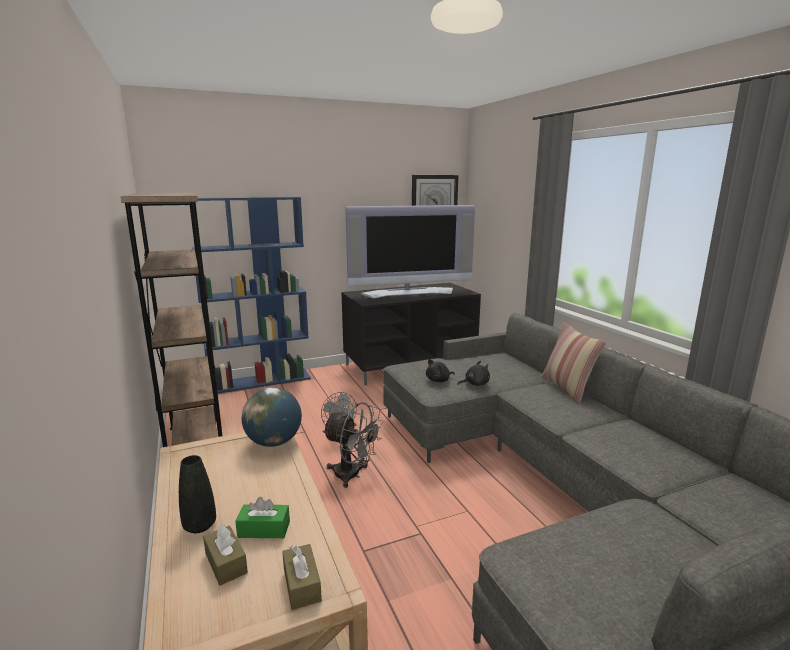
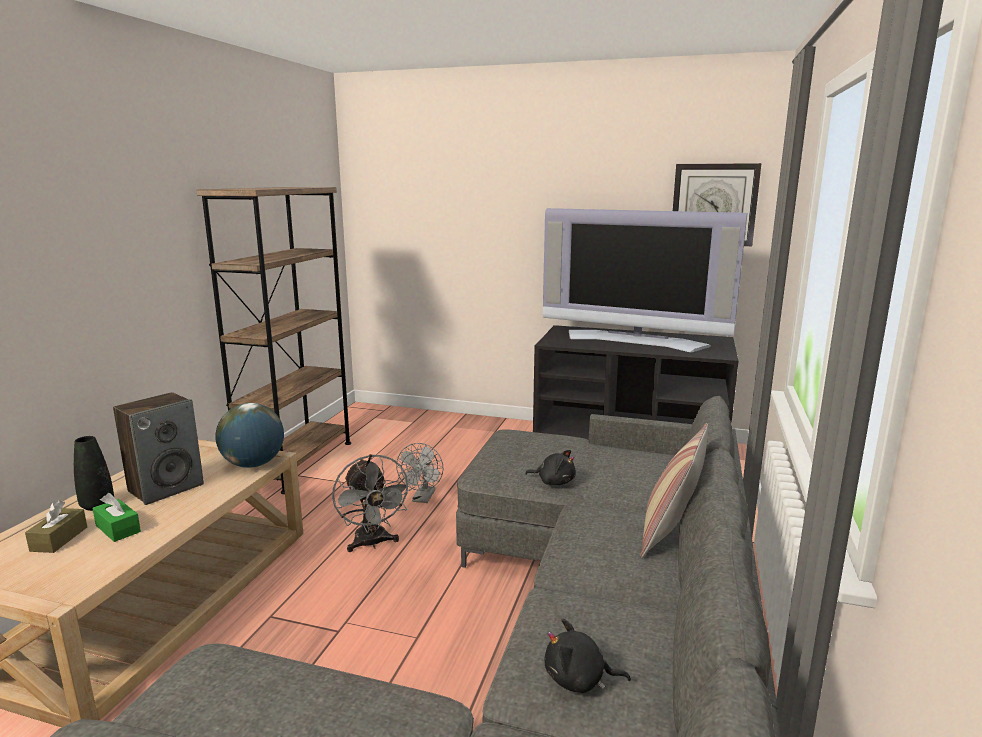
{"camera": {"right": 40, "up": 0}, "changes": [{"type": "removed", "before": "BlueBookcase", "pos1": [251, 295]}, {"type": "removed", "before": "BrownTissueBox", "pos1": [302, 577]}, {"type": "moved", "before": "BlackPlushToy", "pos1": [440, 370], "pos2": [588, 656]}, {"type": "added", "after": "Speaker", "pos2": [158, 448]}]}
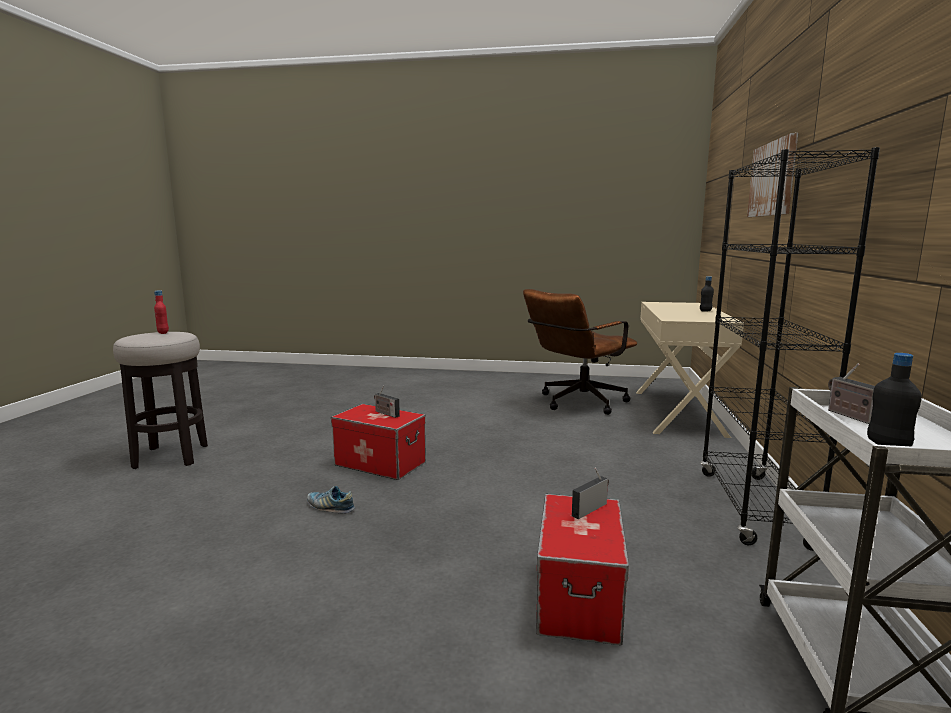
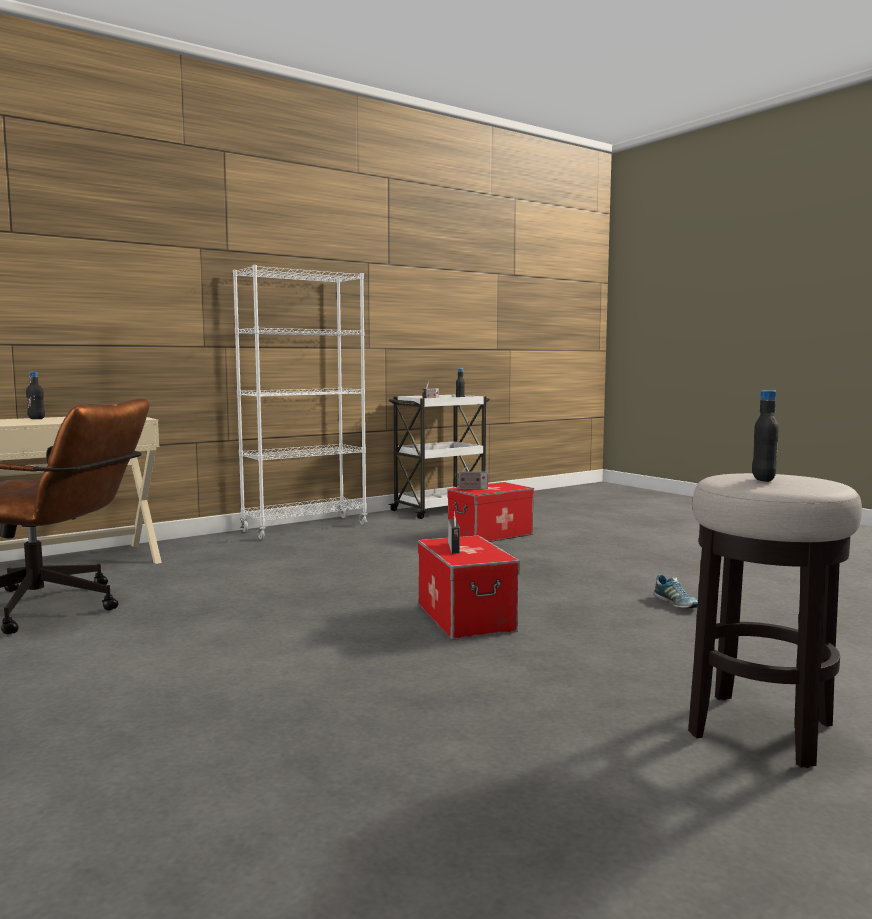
{"camera": {"right": -135, "up": -5}, "changes": [{"type": "recoloured", "before": "RedBottle", "after": "BlackBottle", "pos1": [161, 312], "pos2": [765, 436]}, {"type": "moved", "before": "Shoe", "pos1": [331, 500], "pos2": [675, 591]}, {"type": "recoloured", "before": "BlackBookcase", "after": "WhiteBookcase", "pos1": [790, 349], "pos2": [300, 402]}, {"type": "removed", "before": "Picture", "pos1": [772, 175]}]}
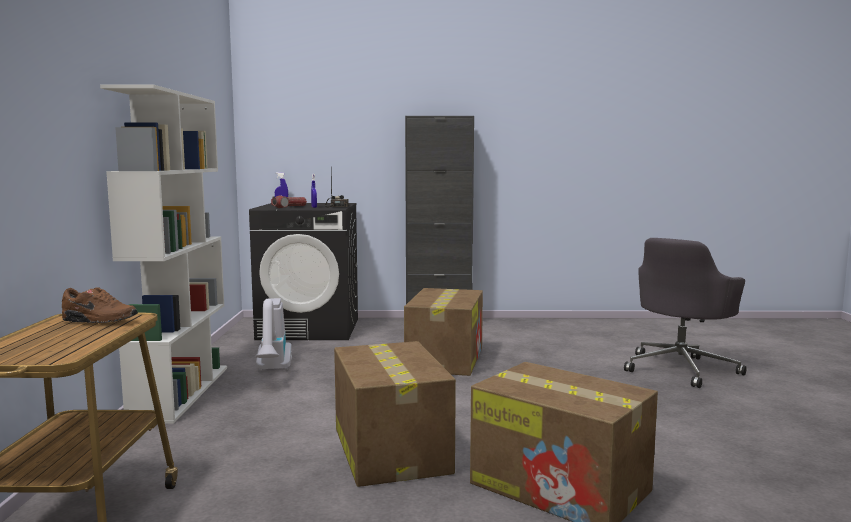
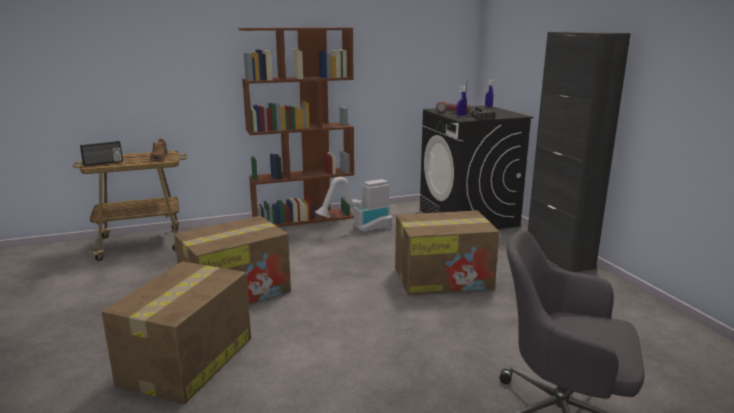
{"camera": {"right": 70, "up": 10}, "changes": [{"type": "recoloured", "before": "WhiteBookcase", "after": "BrownBookcase", "pos1": [163, 254], "pos2": [296, 127]}, {"type": "added", "after": "Radio", "pos2": [101, 153]}]}
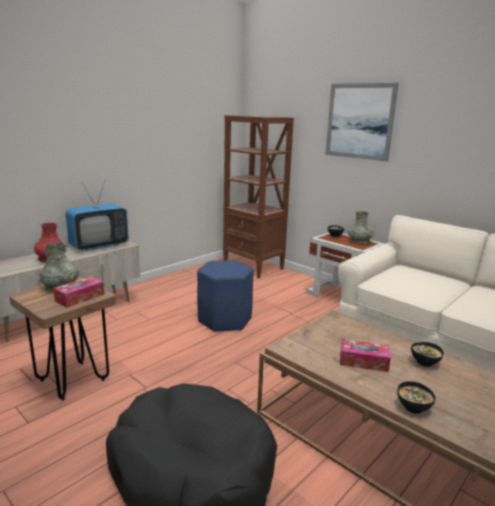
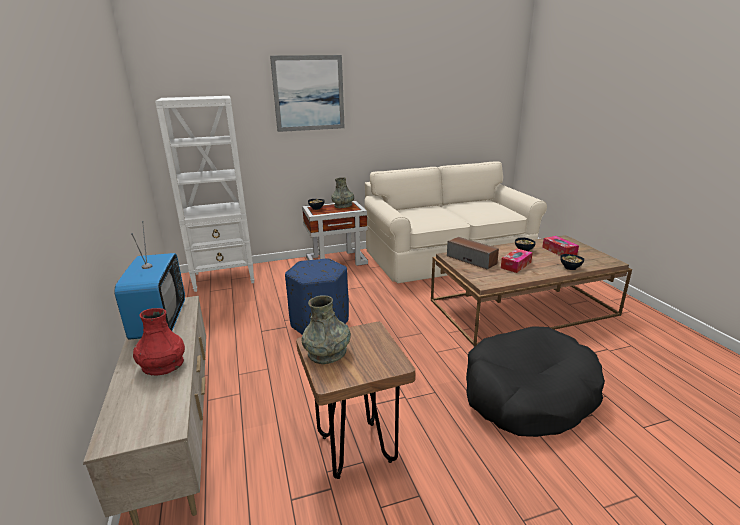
{"camera": {"right": -60, "up": 5}, "changes": [{"type": "moved", "before": "TissueBox", "pos1": [78, 292], "pos2": [560, 246]}, {"type": "recoloured", "before": "BrownBookcase", "after": "WhiteBookcase", "pos1": [258, 196], "pos2": [204, 194]}, {"type": "added", "after": "Speaker", "pos2": [473, 253]}]}
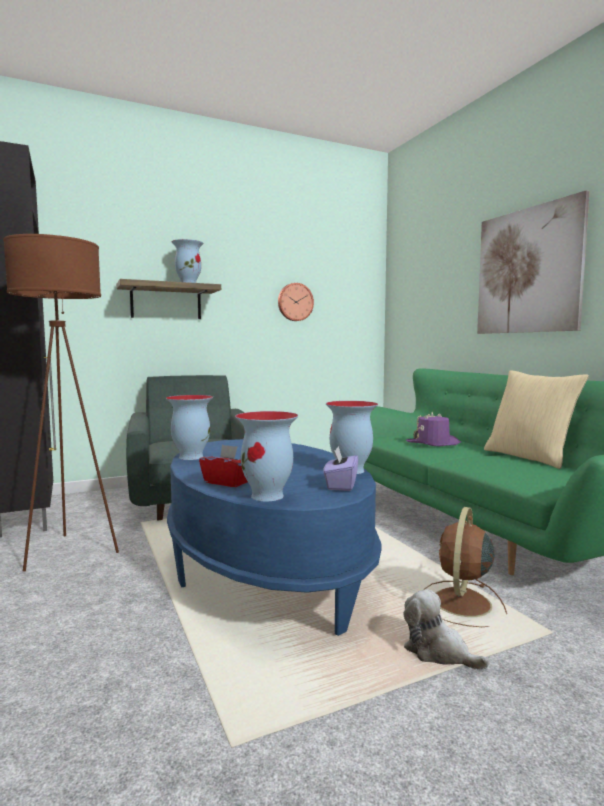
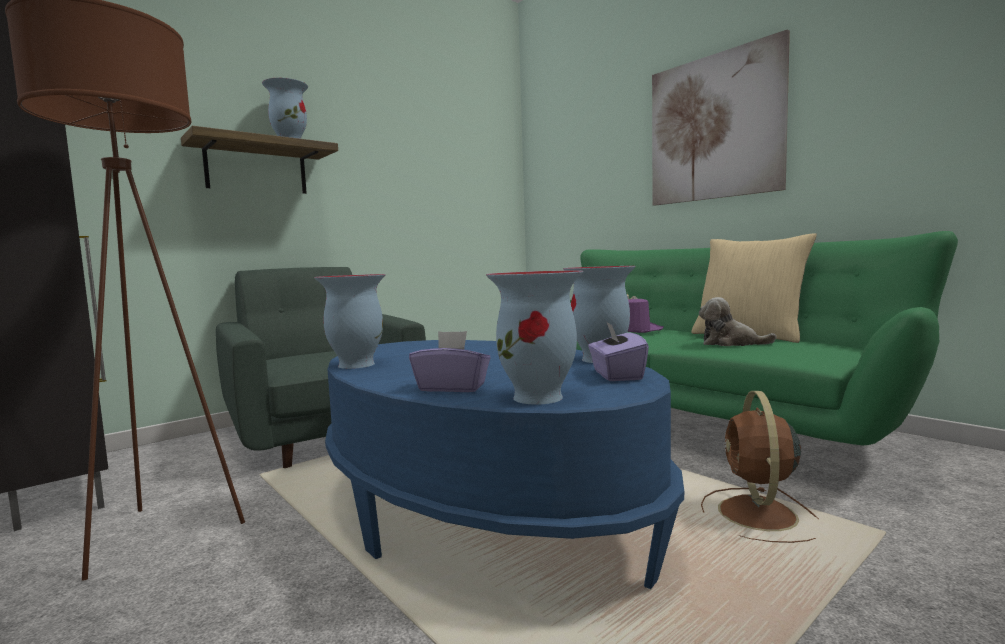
{"camera": {"right": -15, "up": 0}, "changes": [{"type": "recoloured", "before": "RedTissueBox", "after": "PurpleTissueBox", "pos1": [223, 466], "pos2": [450, 361]}, {"type": "removed", "before": "WallClock", "pos1": [296, 302]}, {"type": "moved", "before": "PlushToy", "pos1": [447, 629], "pos2": [738, 321]}]}
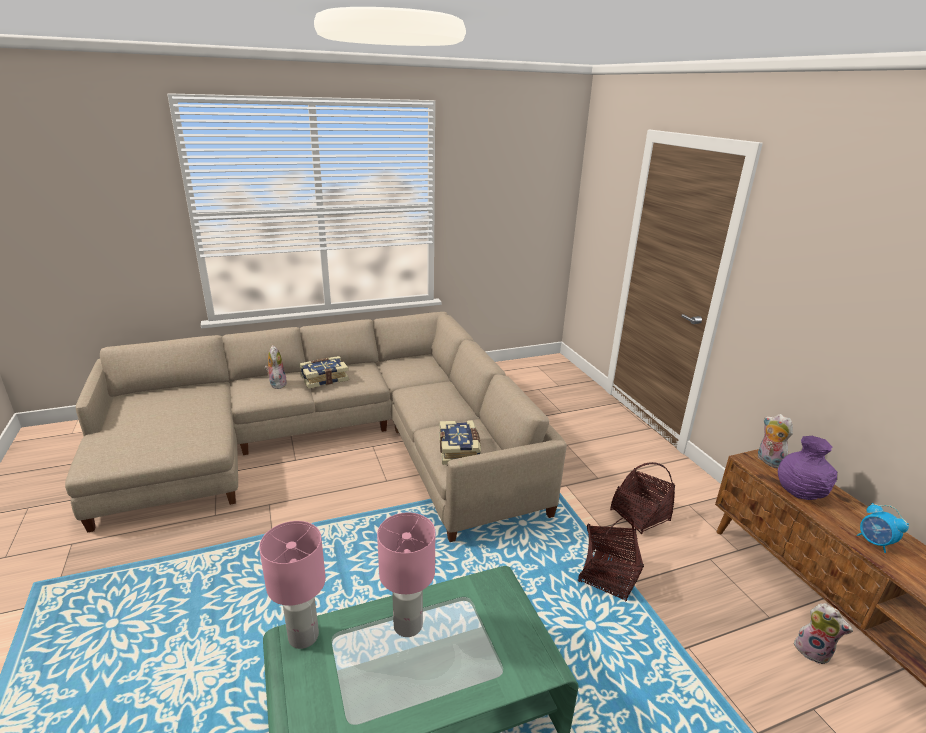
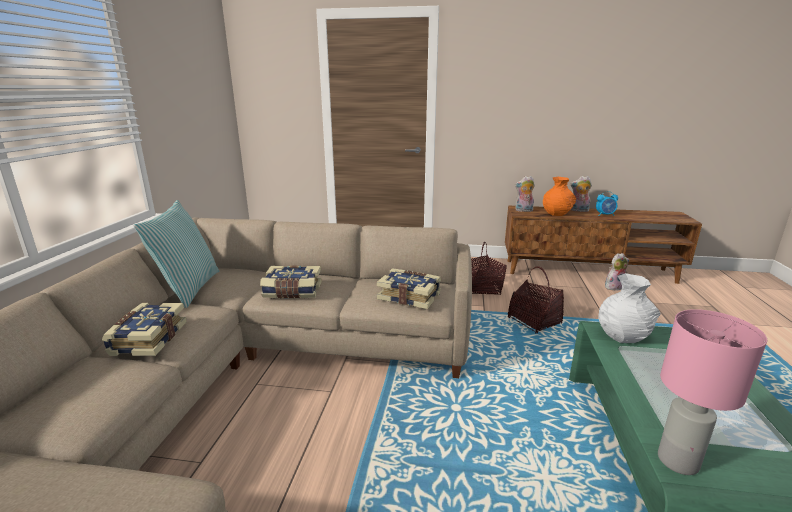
{"camera": {"right": -60, "up": -5}, "changes": [{"type": "moved", "before": "PlushToy", "pos1": [276, 367], "pos2": [581, 194]}, {"type": "removed", "before": "PinkTableLamp", "pos1": [406, 575]}, {"type": "recoloured", "before": "PurpleVase", "after": "OrangeVase", "pos1": [808, 468], "pos2": [559, 196]}, {"type": "added", "after": "Pillow", "pos2": [176, 254]}, {"type": "added", "after": "Book", "pos2": [291, 281]}, {"type": "added", "after": "WhiteVase", "pos2": [629, 308]}]}
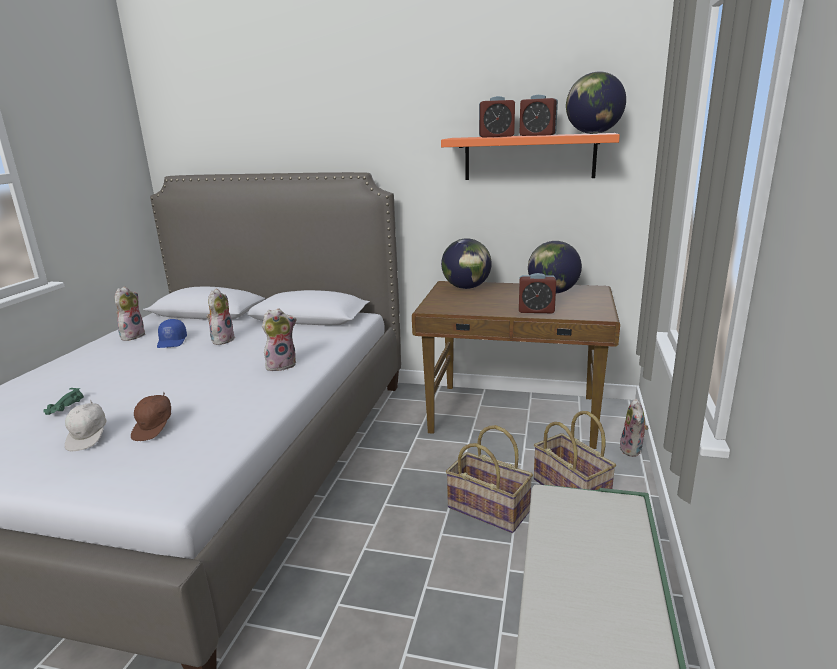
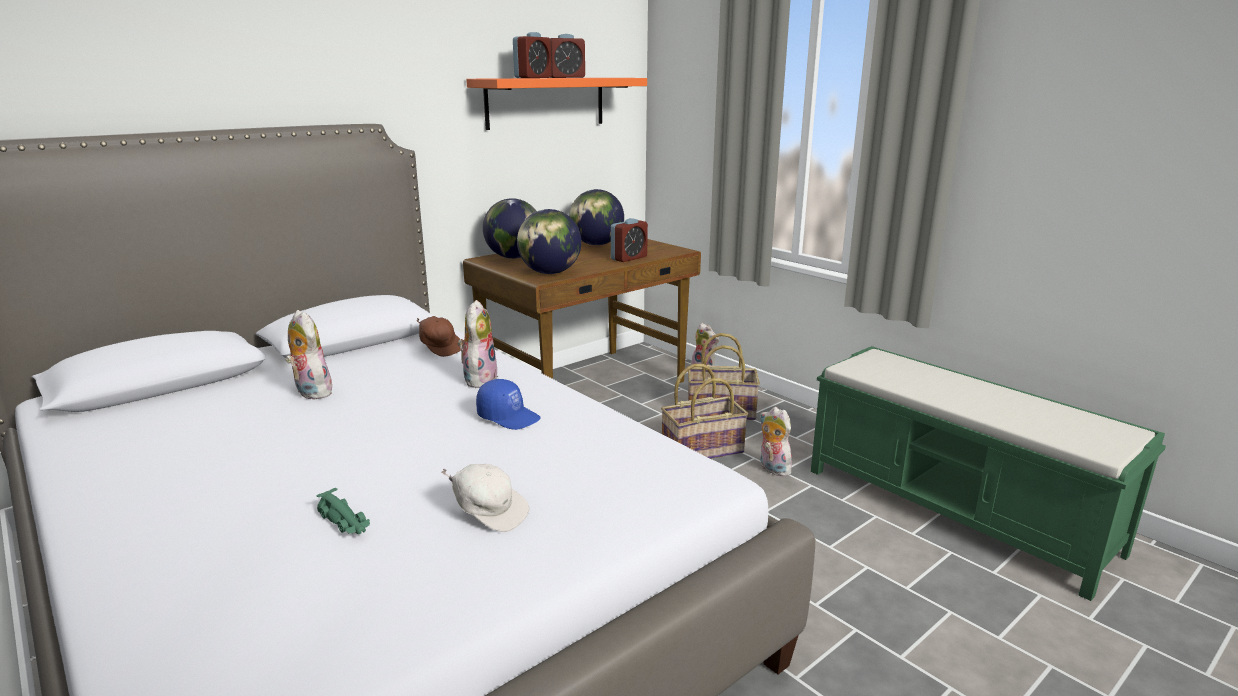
{"camera": {"right": -55, "up": 0}, "changes": [{"type": "moved", "before": "PlushToy", "pos1": [130, 313], "pos2": [776, 442]}, {"type": "moved", "before": "BrownCap", "pos1": [151, 416], "pos2": [438, 336]}, {"type": "moved", "before": "BlueCap", "pos1": [172, 333], "pos2": [508, 404]}, {"type": "moved", "before": "Globe", "pos1": [596, 102], "pos2": [549, 241]}]}
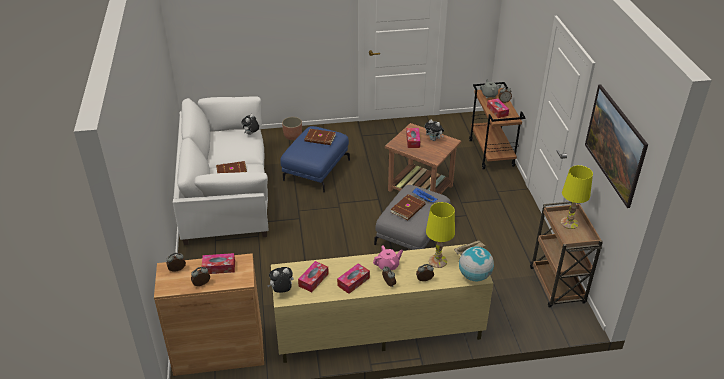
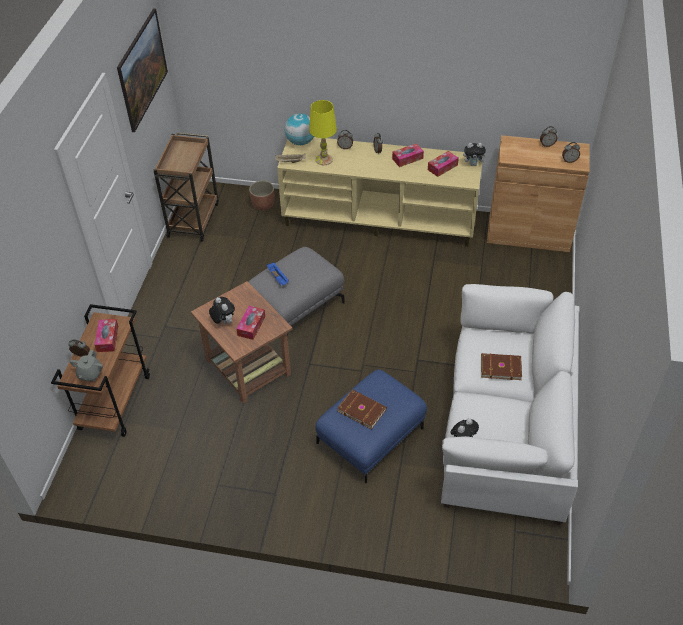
{"camera": {"right": -160, "up": 10}, "changes": [{"type": "removed", "before": "TissueBox", "pos1": [218, 263]}, {"type": "moved", "before": "Planter", "pos1": [292, 128], "pos2": [261, 195]}, {"type": "removed", "before": "PinkTeapot", "pos1": [388, 258]}, {"type": "removed", "before": "BrownBook", "pos1": [408, 207]}, {"type": "removed", "before": "YellowTableLamp", "pos1": [577, 197]}]}
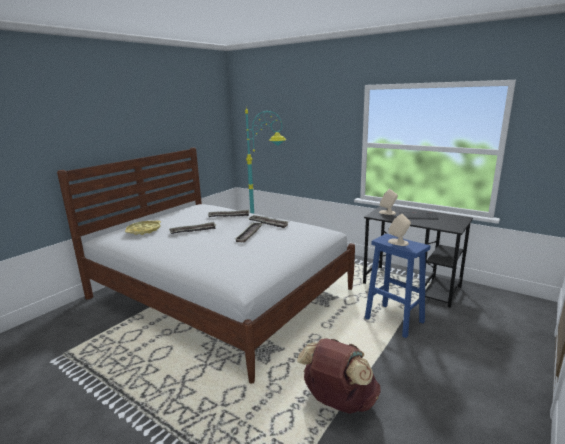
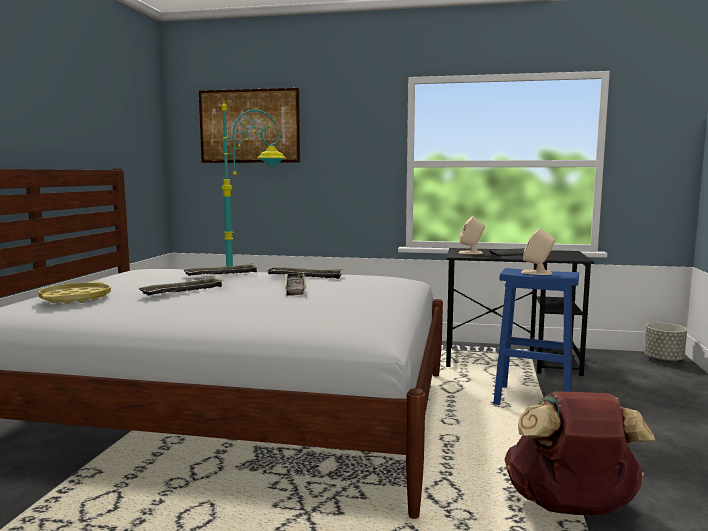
{"camera": {"right": -25, "up": -10}, "changes": [{"type": "added", "after": "Picture", "pos2": [249, 125]}, {"type": "added", "after": "GreyPlanter", "pos2": [665, 343]}]}
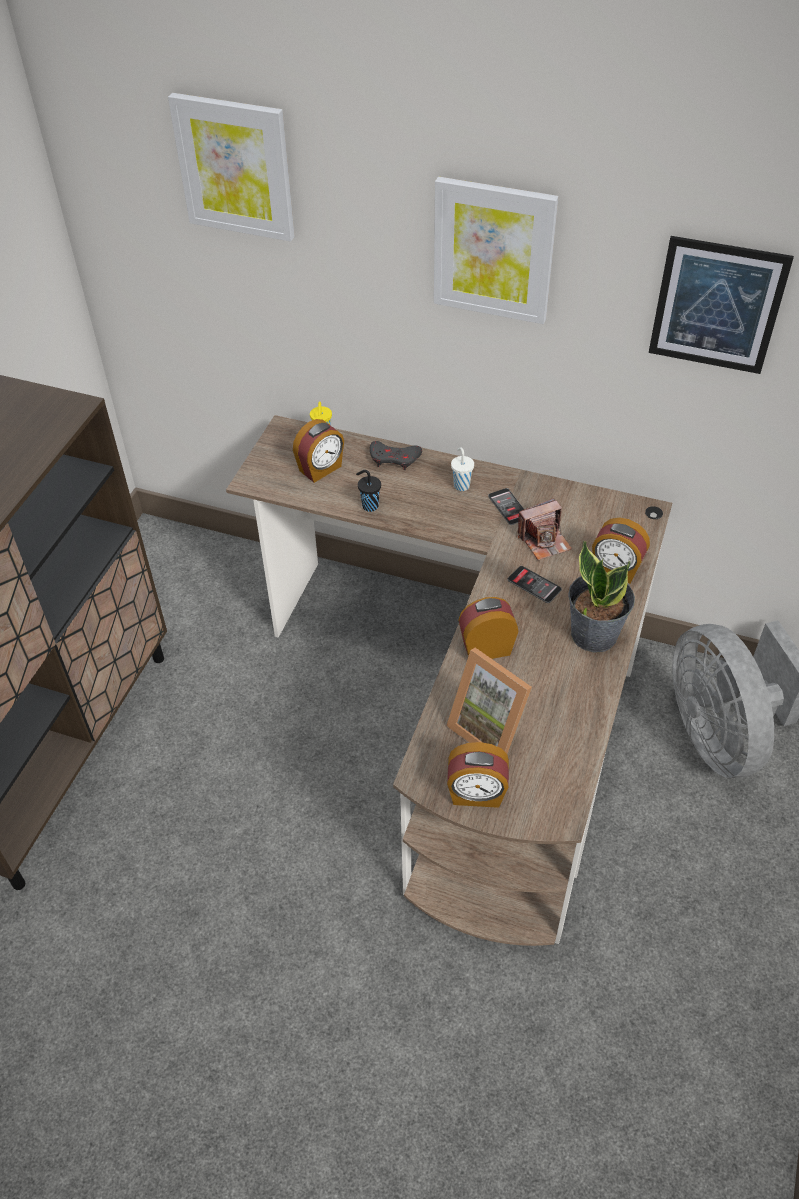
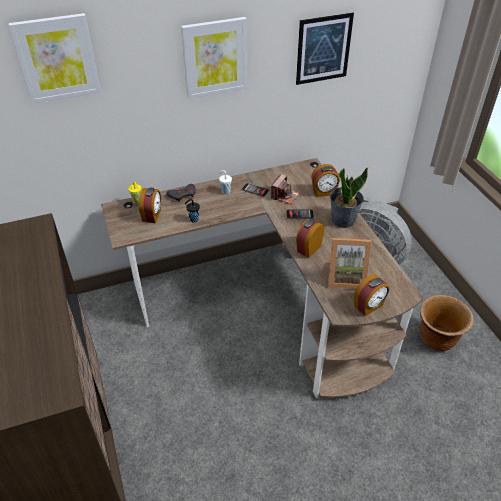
{"camera": {"right": -40, "up": -5}, "changes": [{"type": "added", "after": "BrownPlanter", "pos2": [447, 323]}]}
